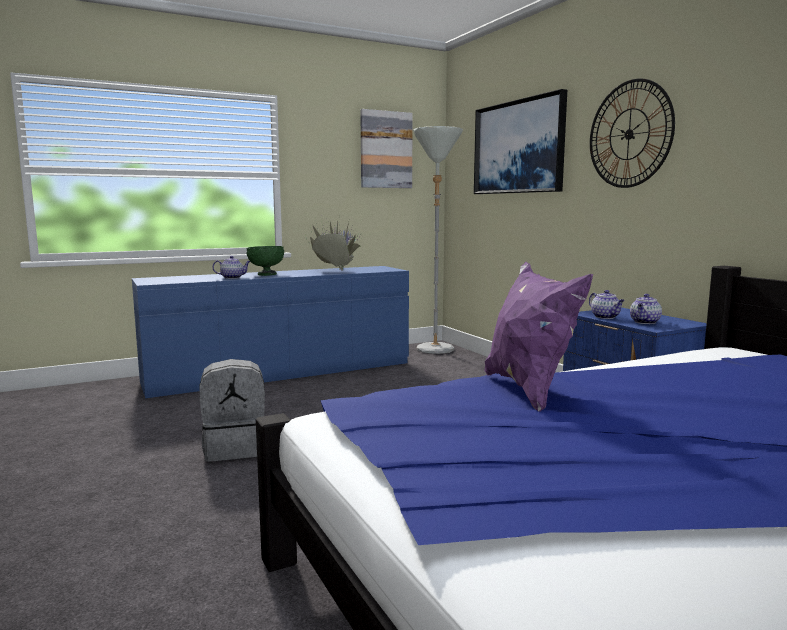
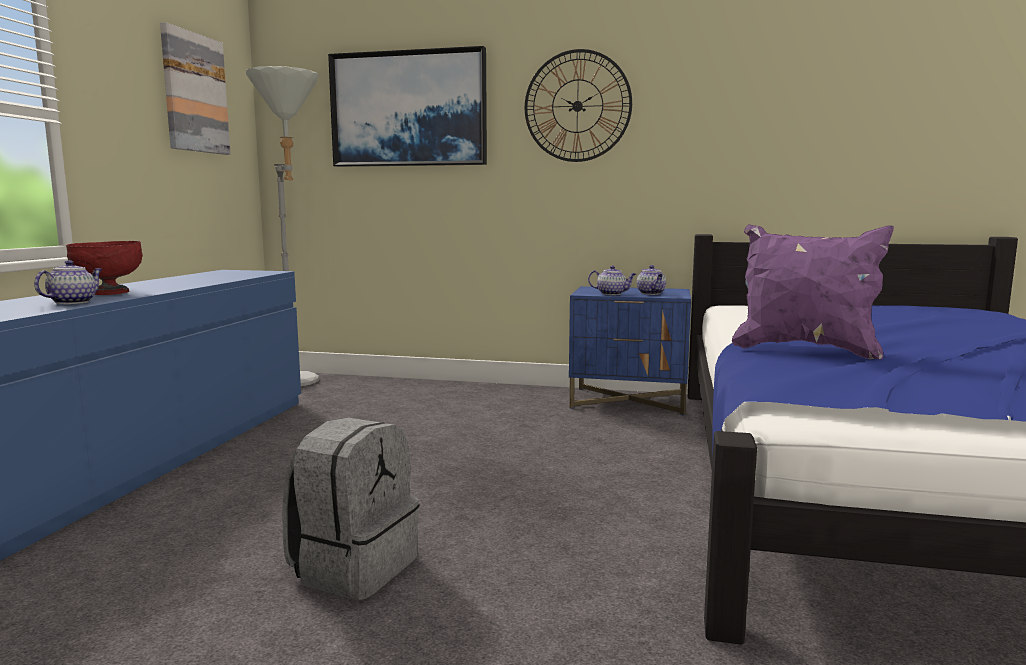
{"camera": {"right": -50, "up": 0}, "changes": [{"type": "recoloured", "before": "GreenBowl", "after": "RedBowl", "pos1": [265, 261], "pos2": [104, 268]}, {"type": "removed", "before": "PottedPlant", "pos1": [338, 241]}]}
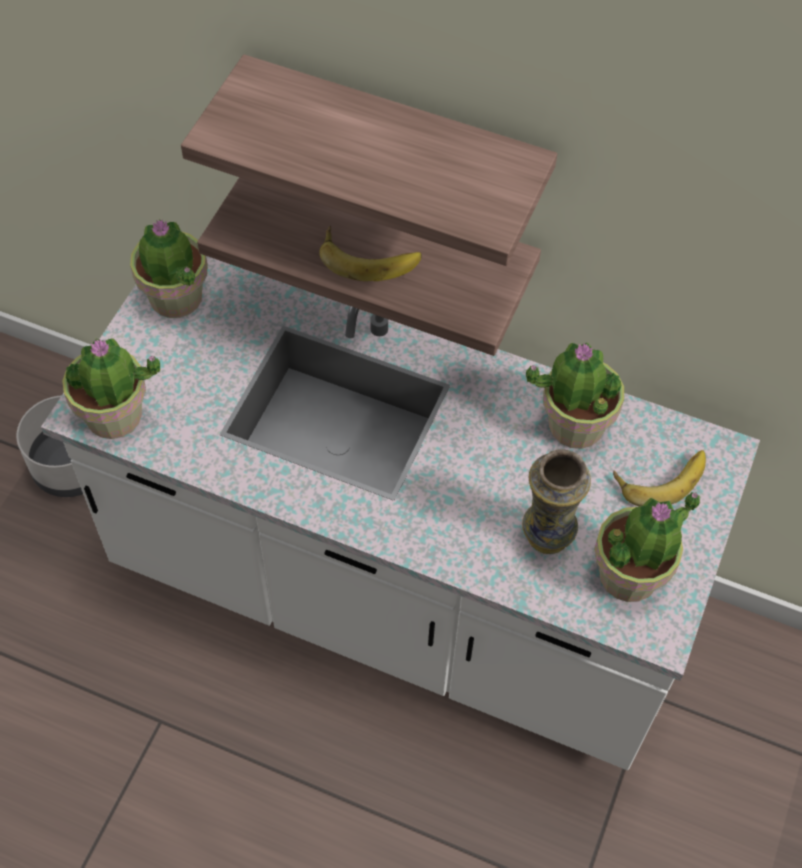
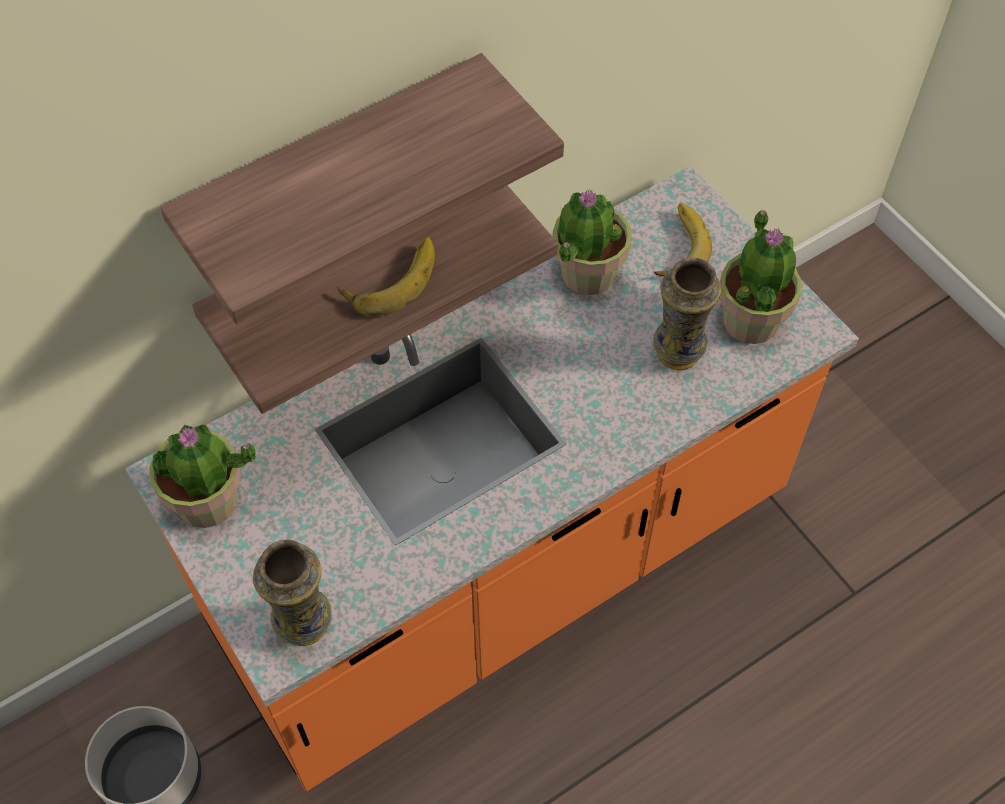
{"camera": {"right": -55, "up": 0}, "changes": [{"type": "recoloured", "before": "WhiteCounter", "after": "OrangeCounter", "pos1": [400, 513], "pos2": [492, 478]}, {"type": "replaced", "before": "PottedPlant", "after": "Vase", "pos1": [111, 388], "pos2": [292, 592]}]}
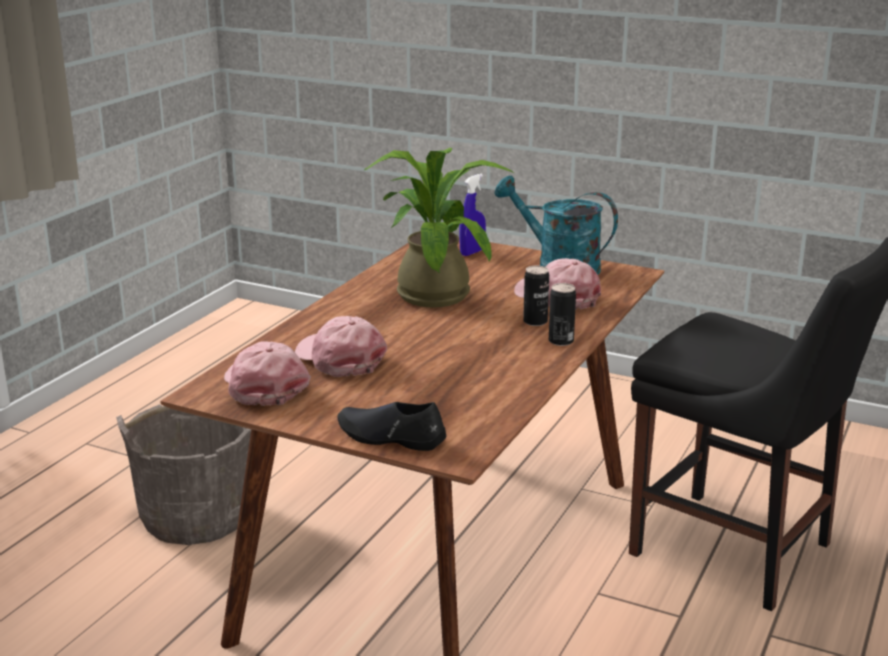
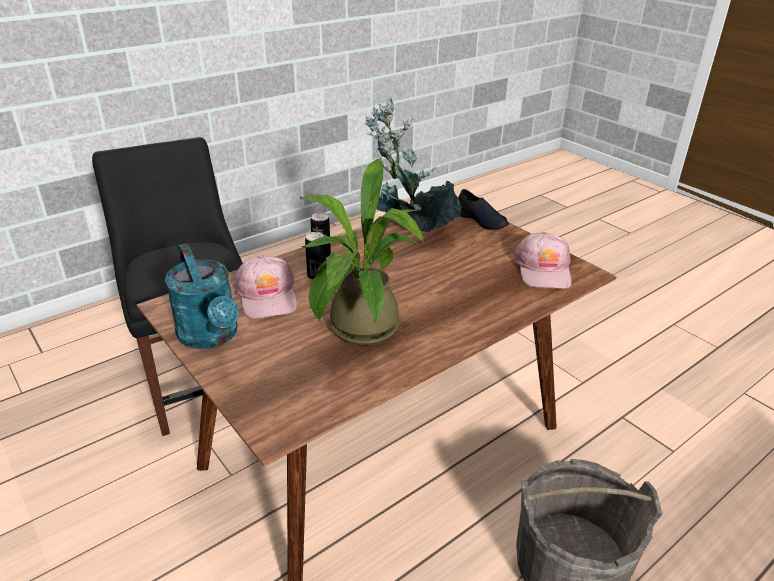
{"camera": {"right": -155, "up": 10}, "changes": [{"type": "removed", "before": "PinkCap", "pos1": [341, 346]}, {"type": "removed", "before": "BlueSprayBottle", "pos1": [472, 215]}, {"type": "added", "after": "PottedPlant", "pos2": [413, 165]}]}
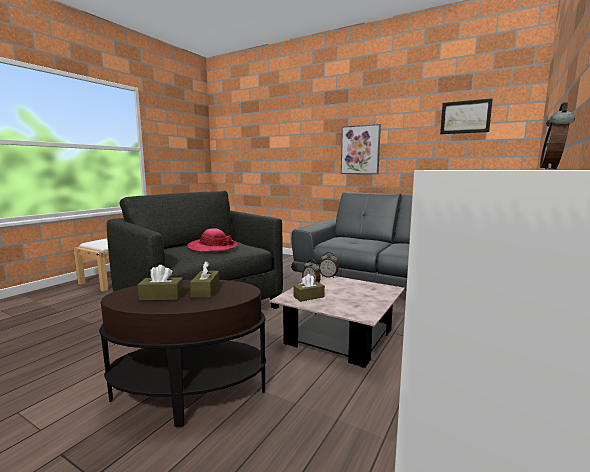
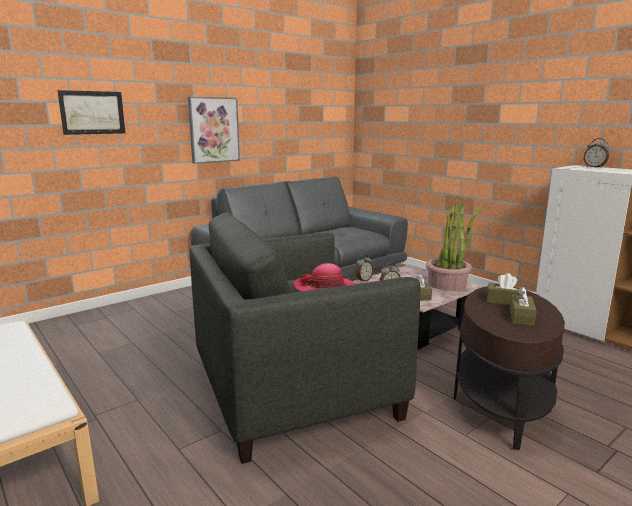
{"camera": {"right": -70, "up": 5}, "changes": [{"type": "moved", "before": "Picture", "pos1": [466, 116], "pos2": [91, 112]}, {"type": "added", "after": "PottedPlant", "pos2": [454, 246]}]}
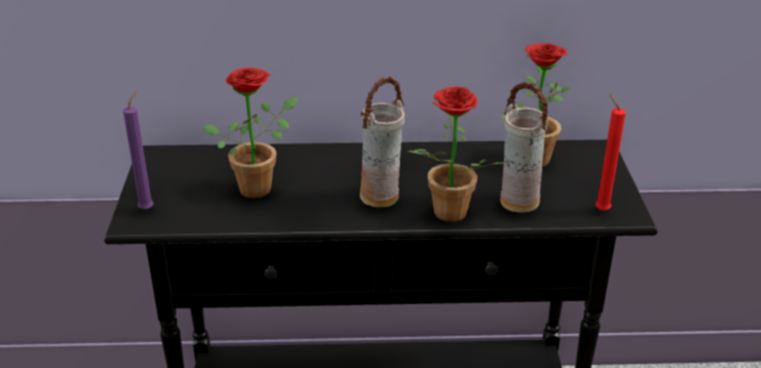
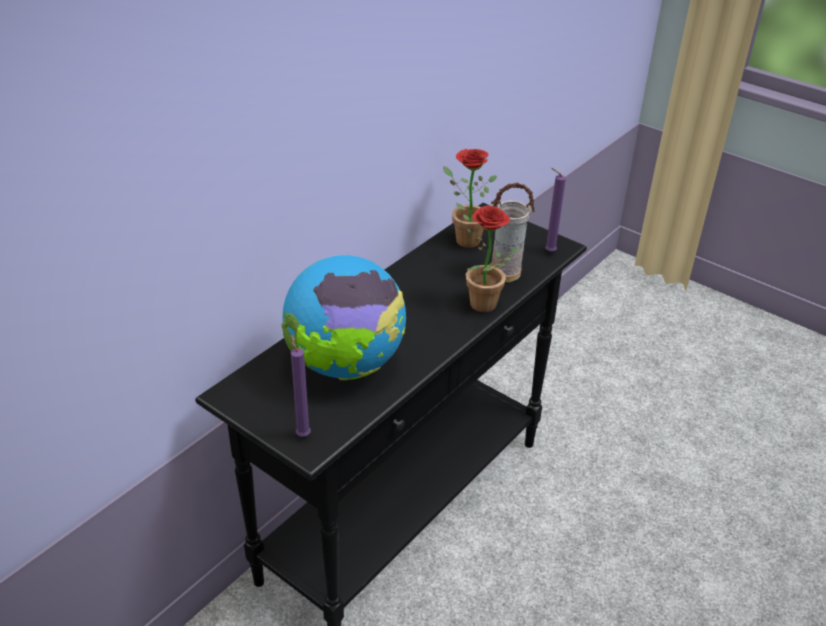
{"camera": {"right": -50, "up": 5}, "changes": [{"type": "replaced", "before": "PottedPlant", "after": "Globe", "pos1": [251, 133], "pos2": [344, 317]}, {"type": "removed", "before": "Vase", "pos1": [382, 141]}, {"type": "recoloured", "before": "RedCandle", "after": "PurpleCandle", "pos1": [610, 152], "pos2": [555, 210]}]}
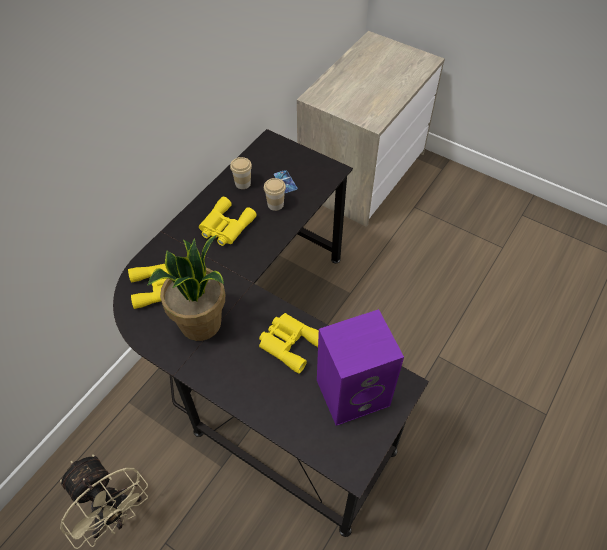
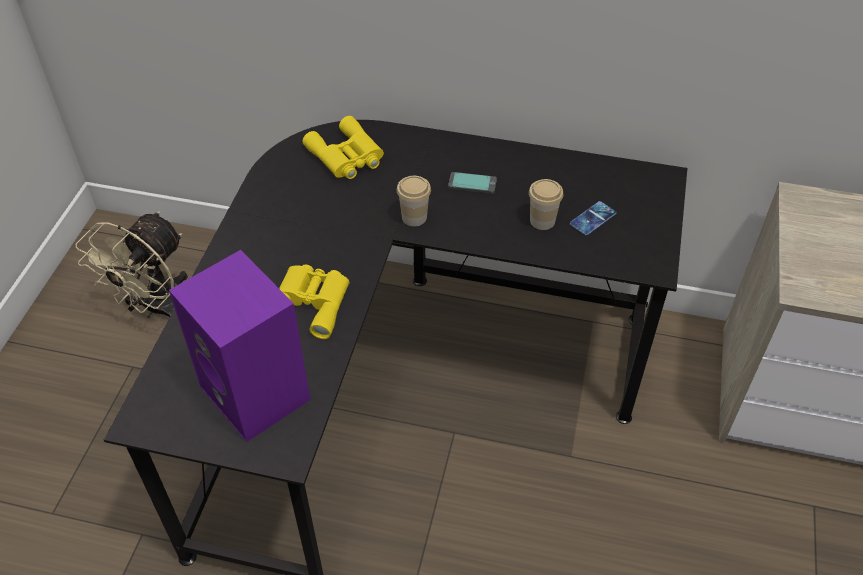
{"camera": {"right": 70, "up": -5}, "changes": [{"type": "removed", "before": "PottedPlant", "pos1": [186, 288]}, {"type": "replaced", "before": "YellowBinoculars", "after": "Phone", "pos1": [228, 221], "pos2": [472, 183]}, {"type": "moved", "before": "Cup", "pos1": [241, 173], "pos2": [414, 201]}]}
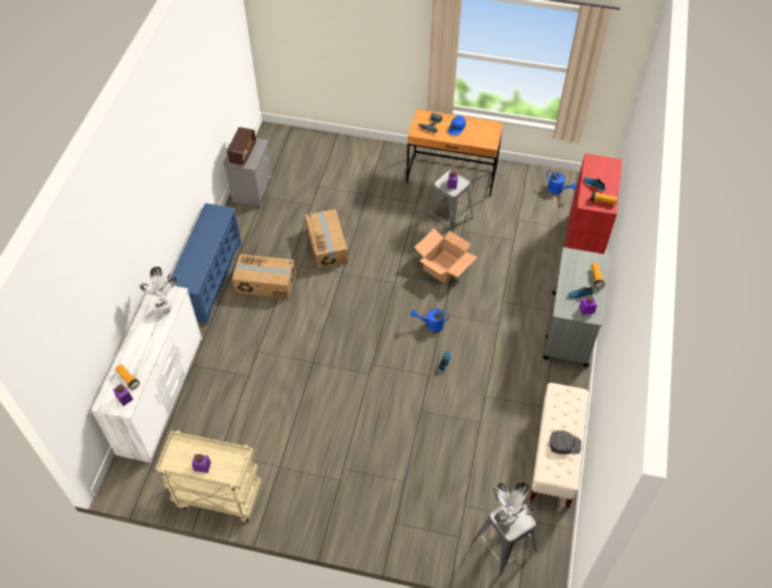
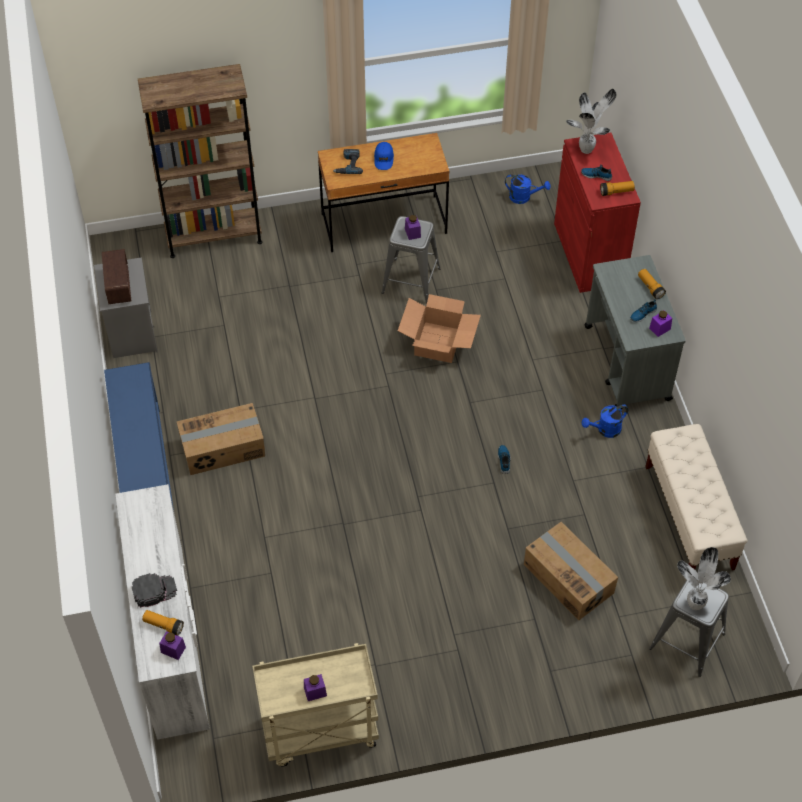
{"camera": {"right": -25, "up": 0}, "changes": [{"type": "moved", "before": "PottedPlant", "pos1": [159, 290], "pos2": [591, 121]}, {"type": "moved", "before": "CardboardBox", "pos1": [326, 239], "pos2": [571, 571]}, {"type": "moved", "before": "BlueWateringCan", "pos1": [430, 320], "pos2": [605, 421]}, {"type": "moved", "before": "BlackCap", "pos1": [565, 442], "pos2": [154, 590]}, {"type": "added", "after": "BrownBookcase", "pos2": [200, 161]}]}
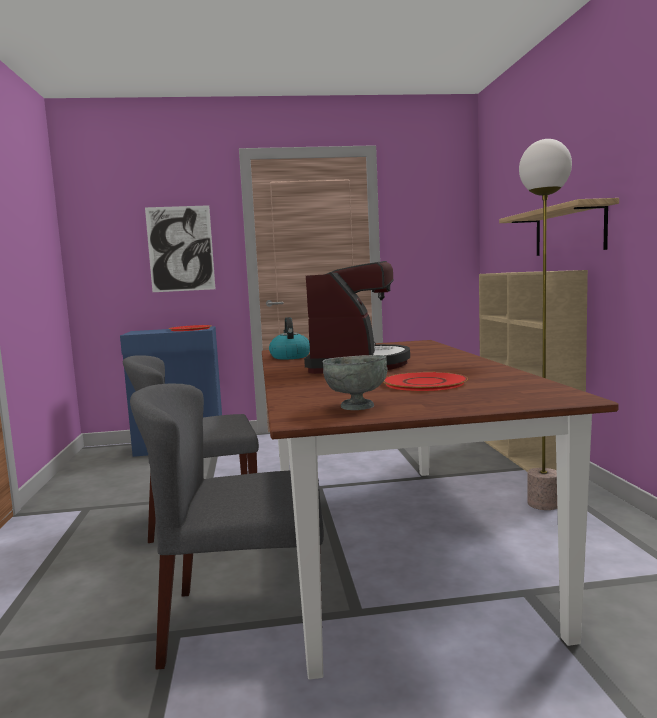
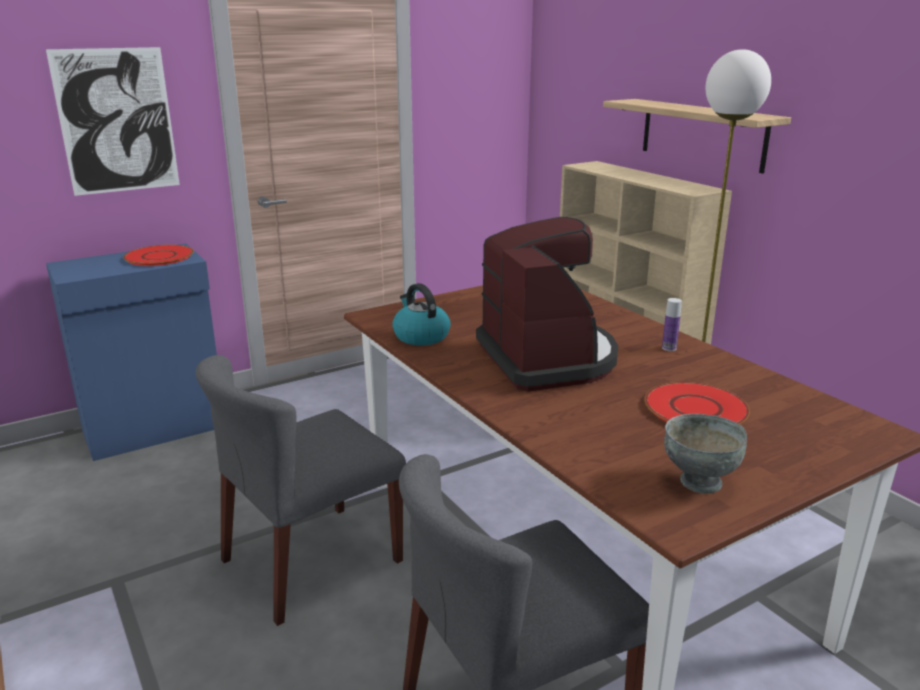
{"camera": {"right": -25, "up": 15}, "changes": [{"type": "added", "after": "Bottle", "pos2": [672, 324]}]}
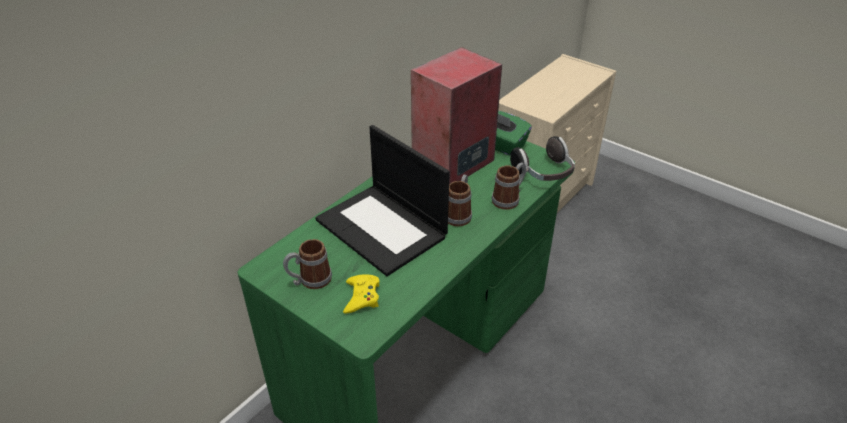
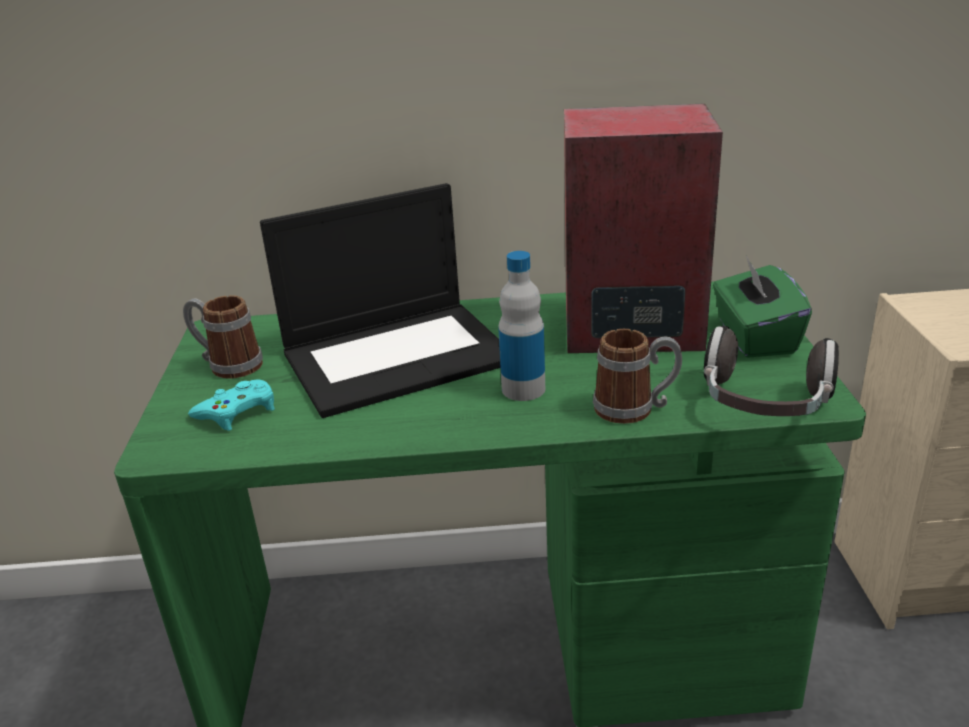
{"camera": {"right": 50, "up": -10}, "changes": [{"type": "turned", "before": "Laptop", "pos1": [382, 200], "pos2": [380, 300], "turn": -120}, {"type": "recoloured", "before": "YellowGameController", "after": "TurquoiseGameController", "pos1": [361, 294], "pos2": [231, 405]}, {"type": "replaced", "before": "Mug", "after": "Bottle", "pos1": [460, 200], "pos2": [521, 326]}]}
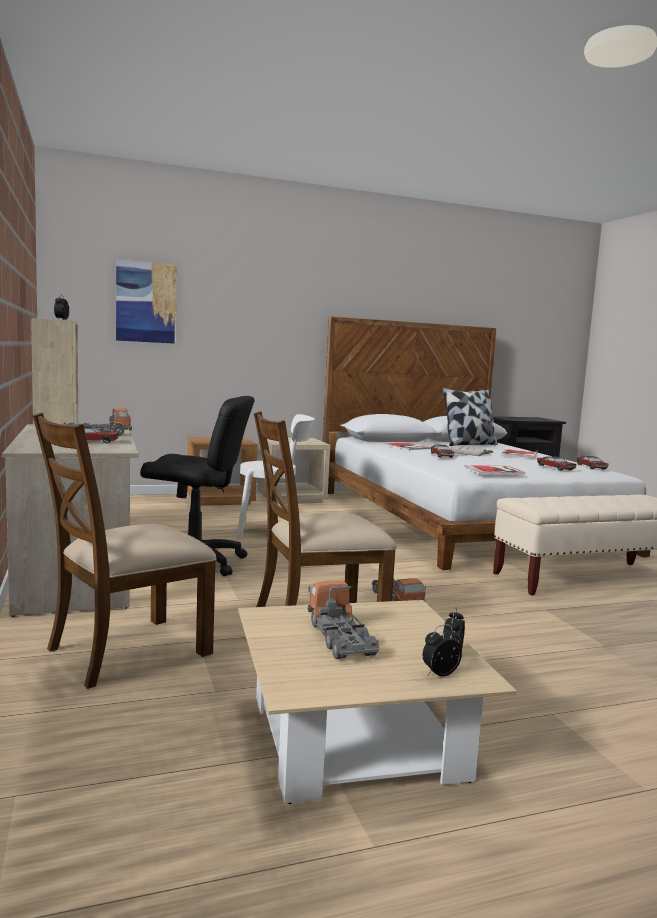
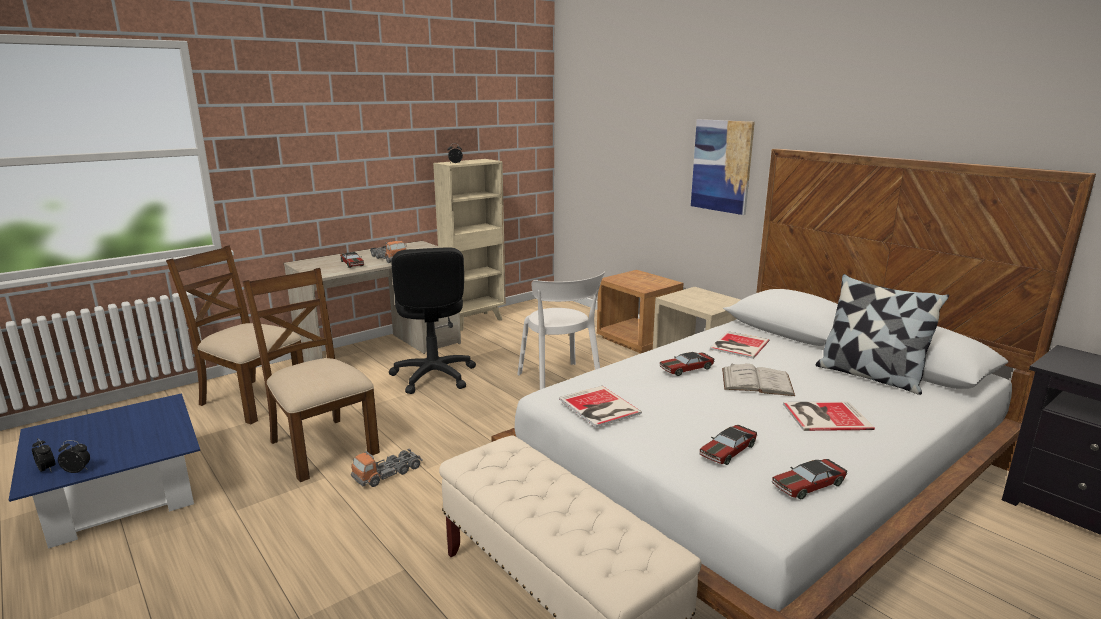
{"camera": {"right": 70, "up": 10}, "changes": [{"type": "moved", "before": "Picture", "pos1": [146, 302], "pos2": [723, 167]}, {"type": "recoloured", "before": "BeigeCoffeeTable", "after": "BlueCoffeeTable", "pos1": [377, 702], "pos2": [104, 471]}, {"type": "removed", "before": "ToyTruck", "pos1": [343, 619]}]}
